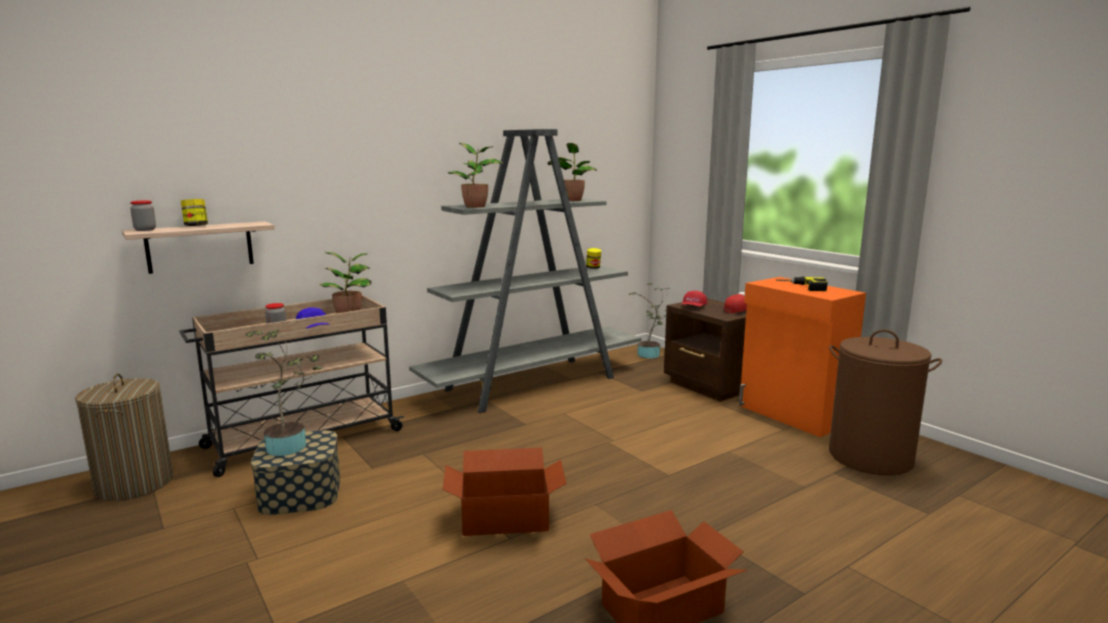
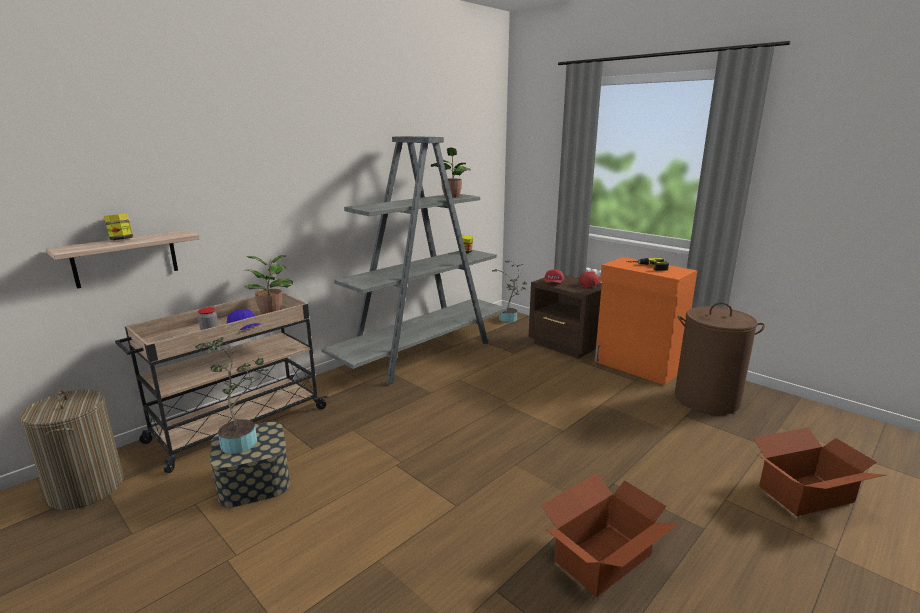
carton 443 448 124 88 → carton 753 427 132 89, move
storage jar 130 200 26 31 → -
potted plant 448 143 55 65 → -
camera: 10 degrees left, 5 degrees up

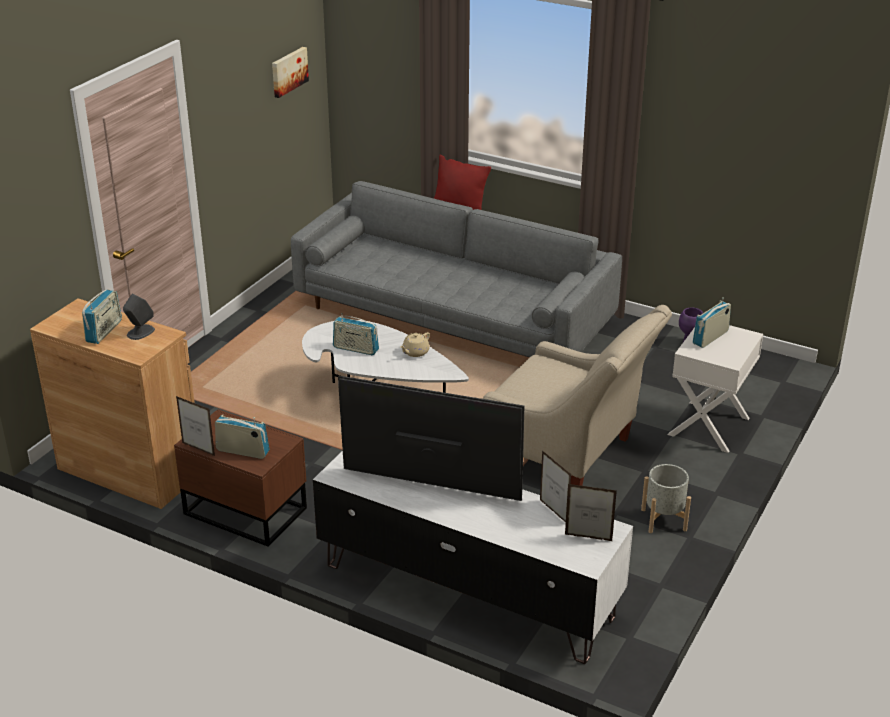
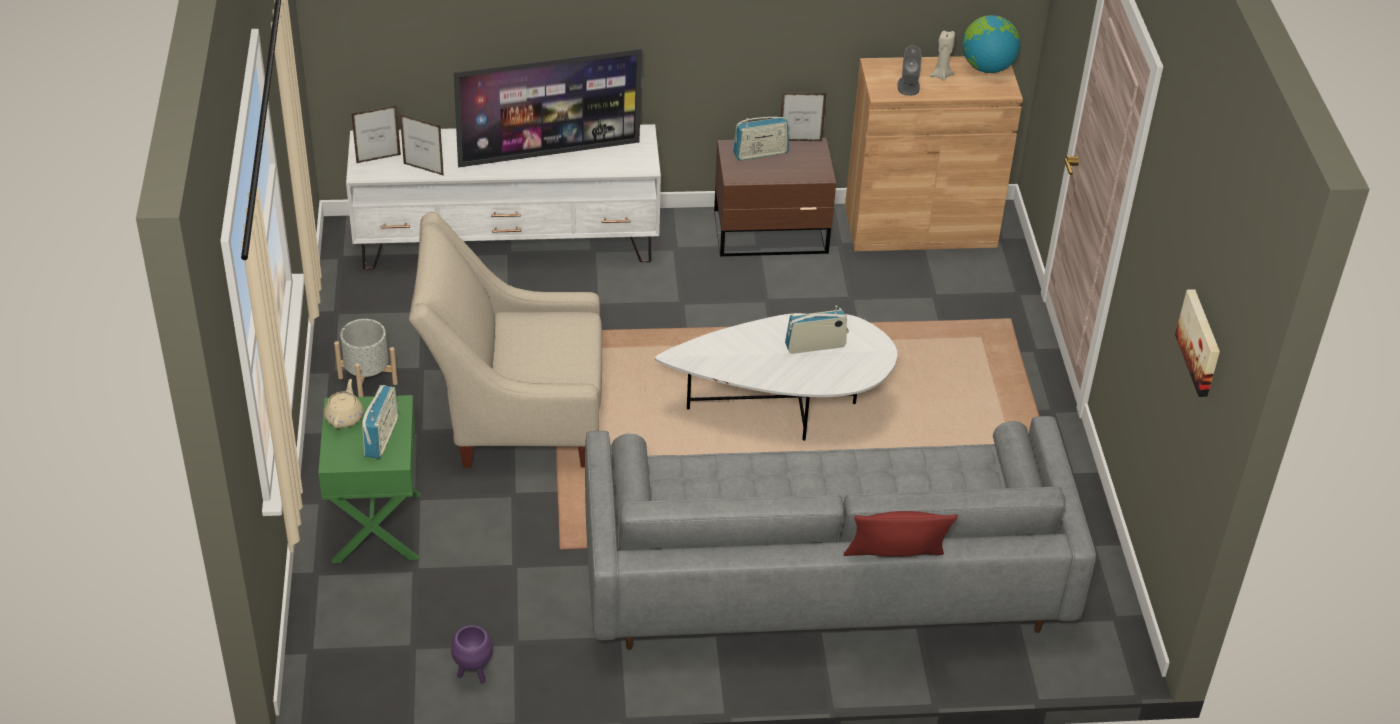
white-coloured night table 668 325 95 128 → green-coloured night table 318 395 103 168
sand-coloured pot for tea 400 332 30 25 → sand-coloured pot for tea 324 379 39 50, move
radio set 82 289 40 55 → sand-coloured candle 930 31 25 50
- → globe 963 15 57 58
camera: 145 degrees right, 10 degrees up

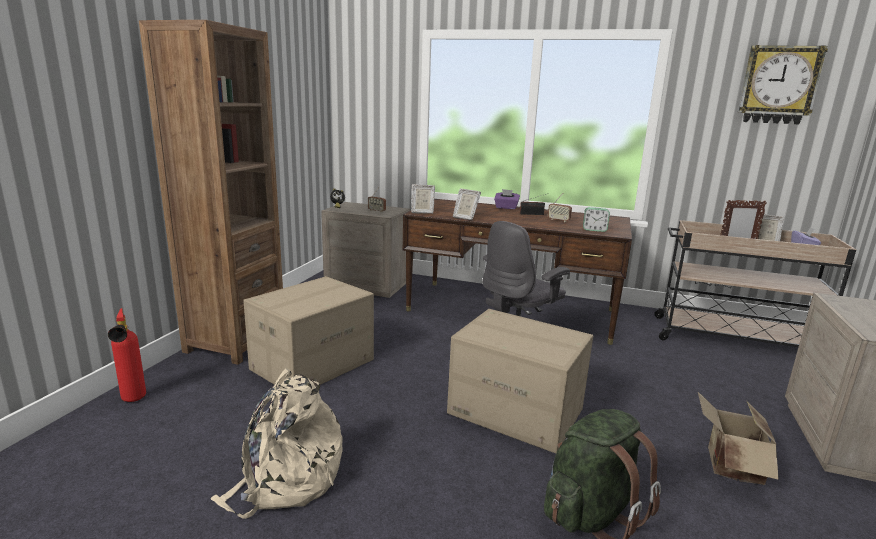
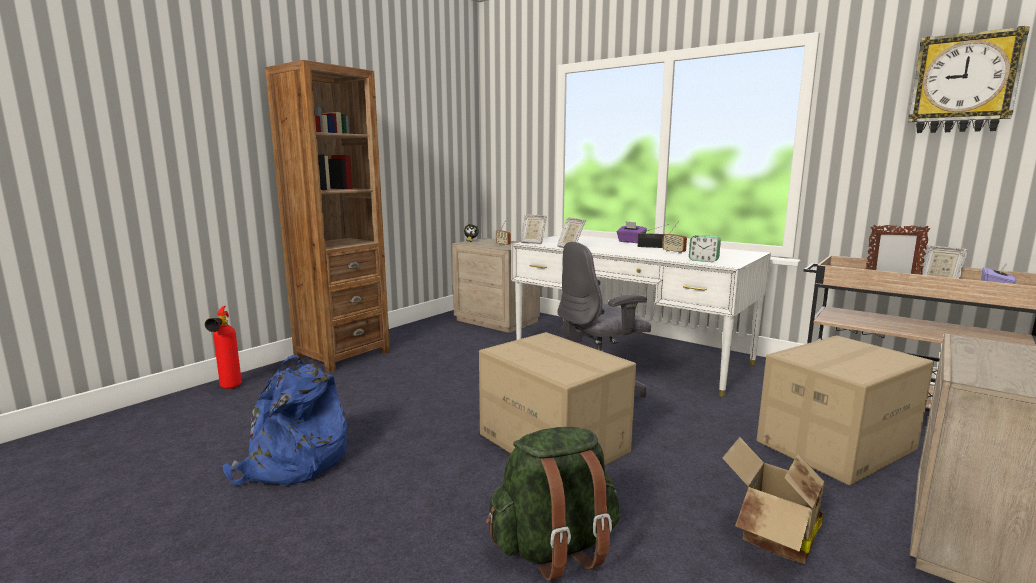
sand-coloured rucksack 210 368 133 151 → blue-coloured rucksack 222 354 125 132
brown desk table 403 199 229 146 → white-coloured desk table 511 235 260 162
carton 243 276 131 109 → carton 757 336 177 149, move
camera: 20 degrees right, 5 degrees down

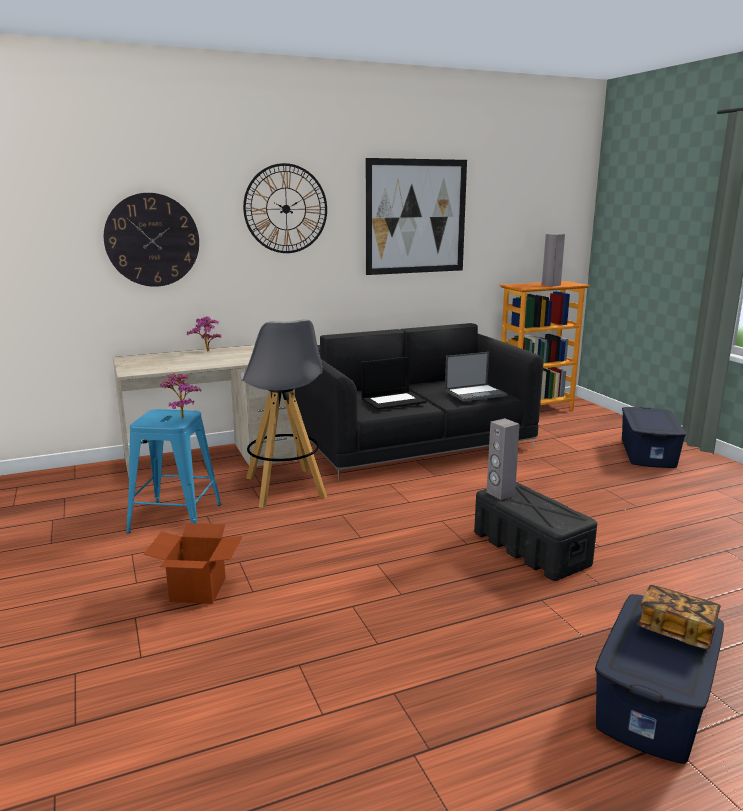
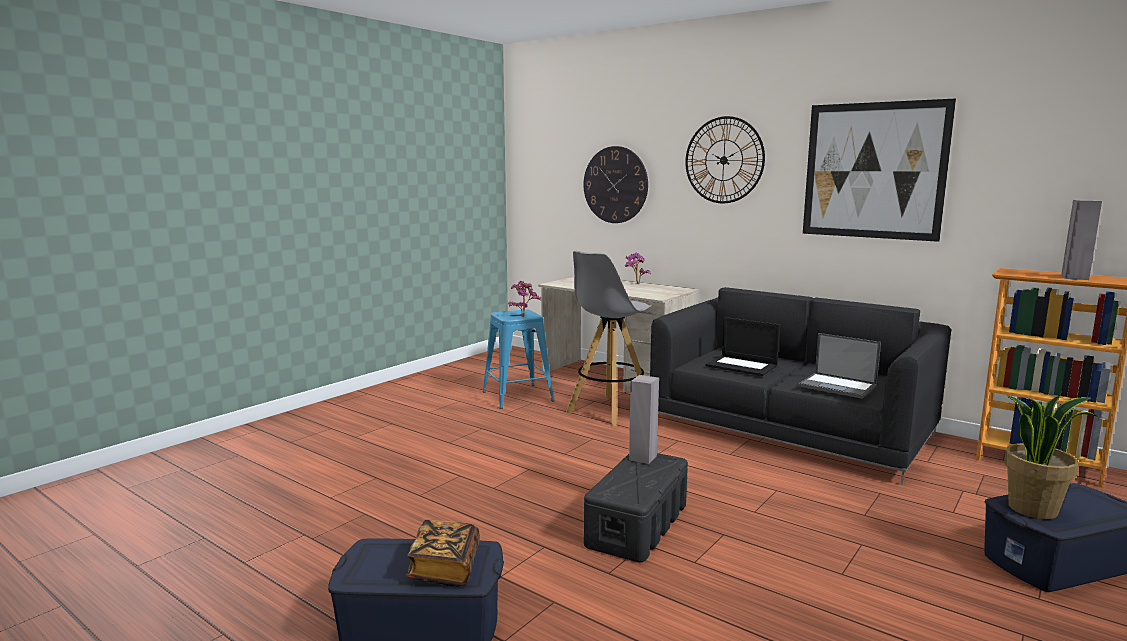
- → potted plant 1004 395 95 124
carton 143 523 100 81 → -
camera: 60 degrees right, 5 degrees down

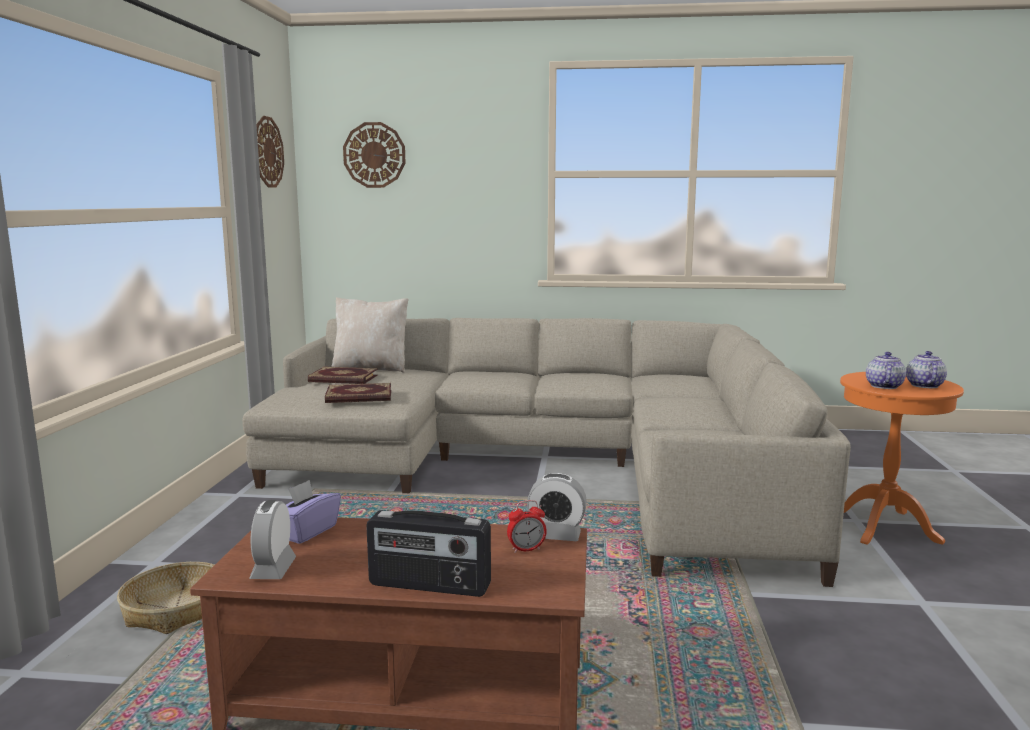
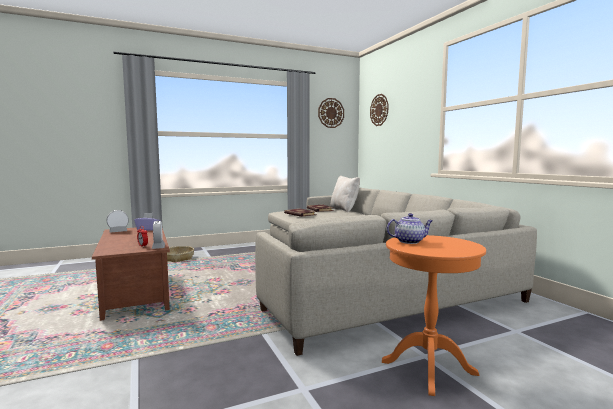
radio set 366 510 125 87 → -
pot for tea 906 351 41 37 → -
camera: 60 degrees right, 5 degrees down

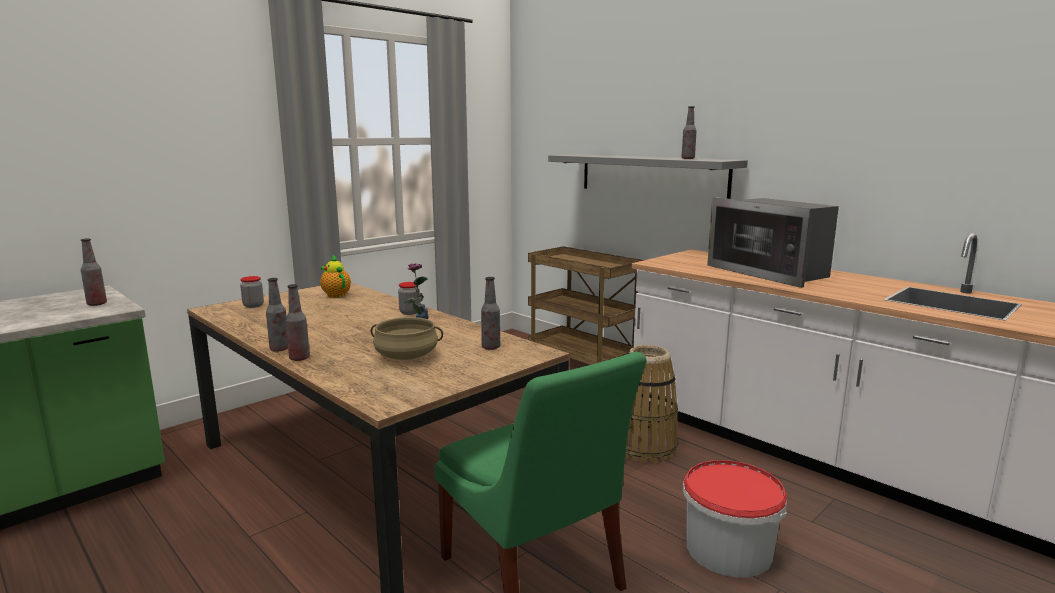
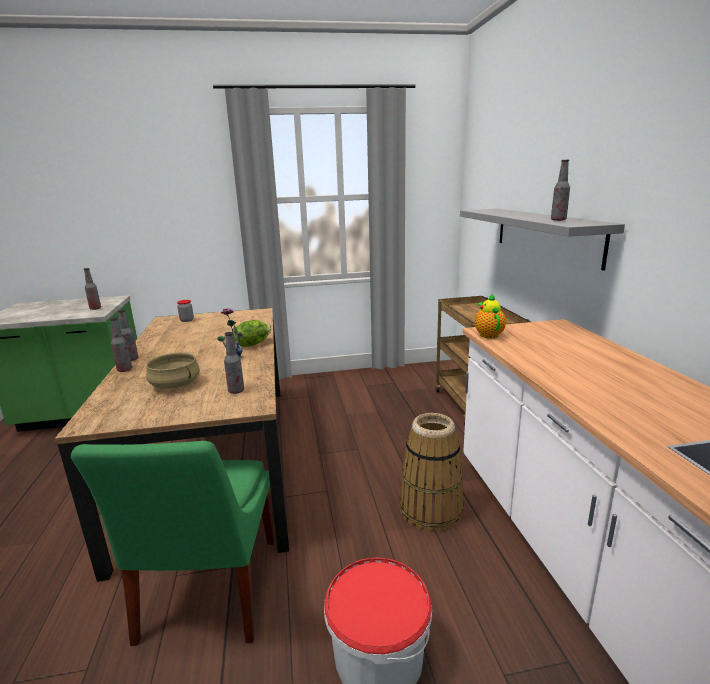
storage jar 398 282 22 33 → lettuce 233 320 38 27
pot for tea 320 255 31 43 → pot for tea 474 294 32 45, move
kitchen microwave 707 197 132 91 → -
camera: 35 degrees right, 5 degrees up

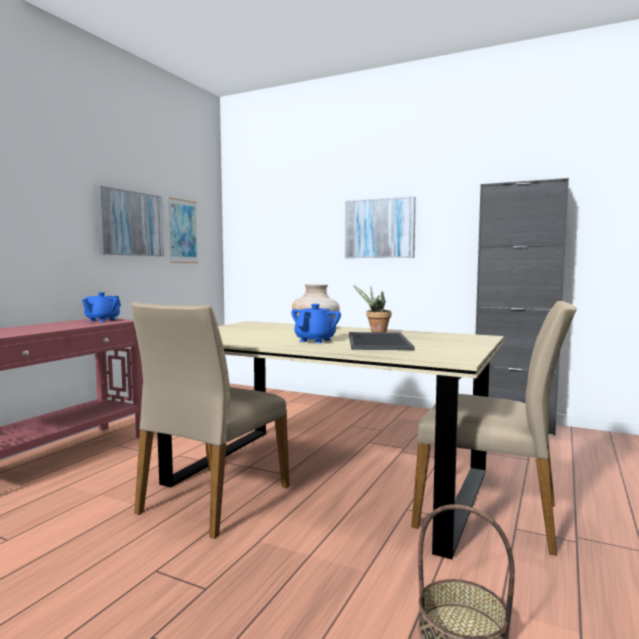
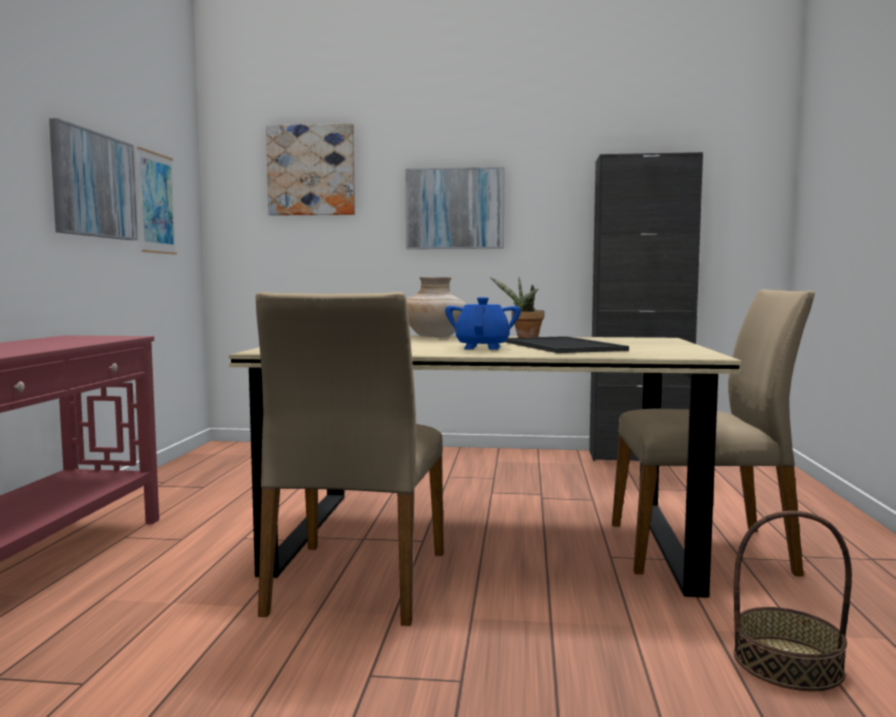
- → wall picture 266 123 89 93
blue-coloured pot for tea 82 292 39 30 → -
camera: 20 degrees left, 0 degrees up

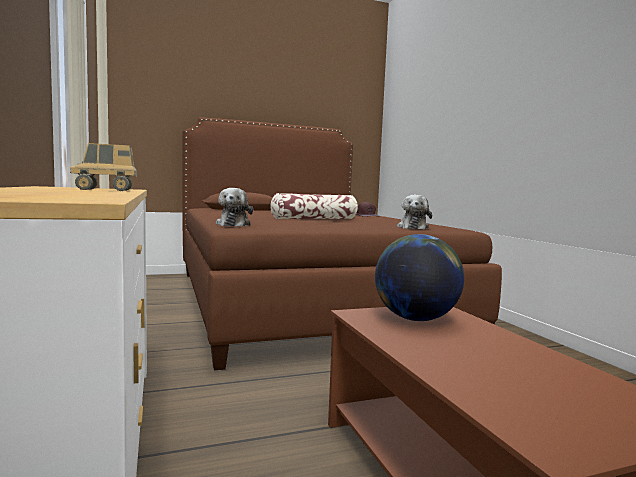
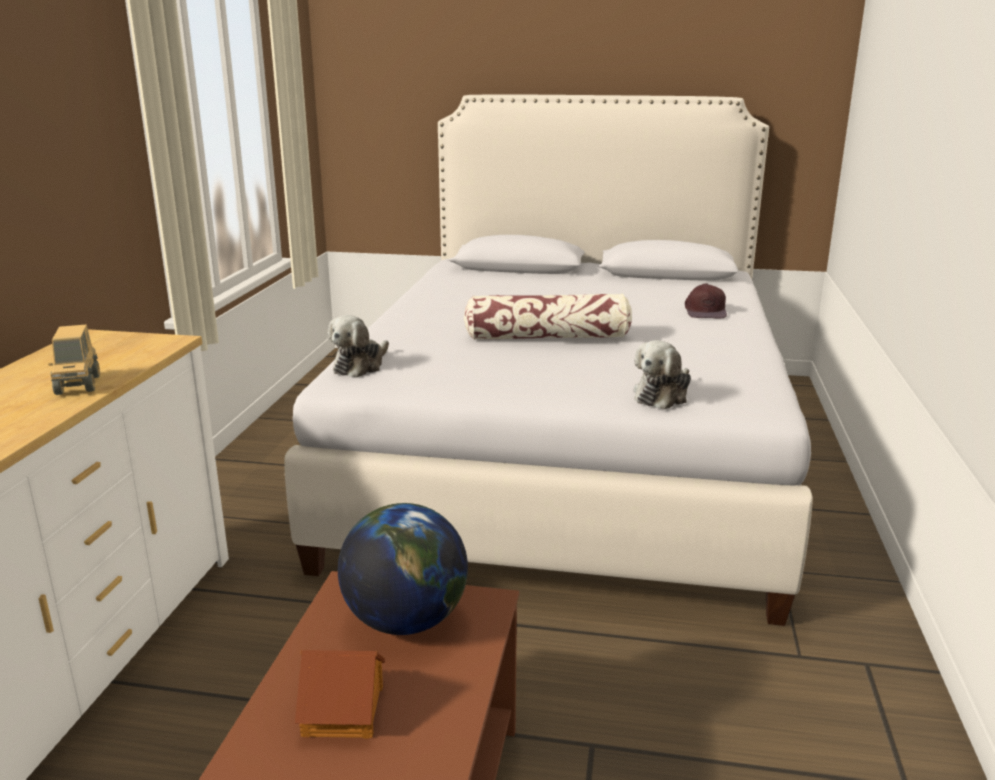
toy lorry 70 143 67 48 → toy lorry 48 324 52 71, 120 degrees counterclockwise
brown bedroom bed 182 118 320 252 → white-coloured bedroom bed 284 94 529 532
- → model house 295 650 90 89
camera: 30 degrees right, 15 degrees up

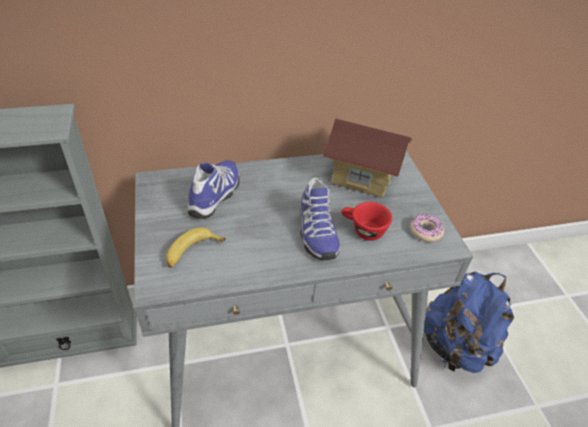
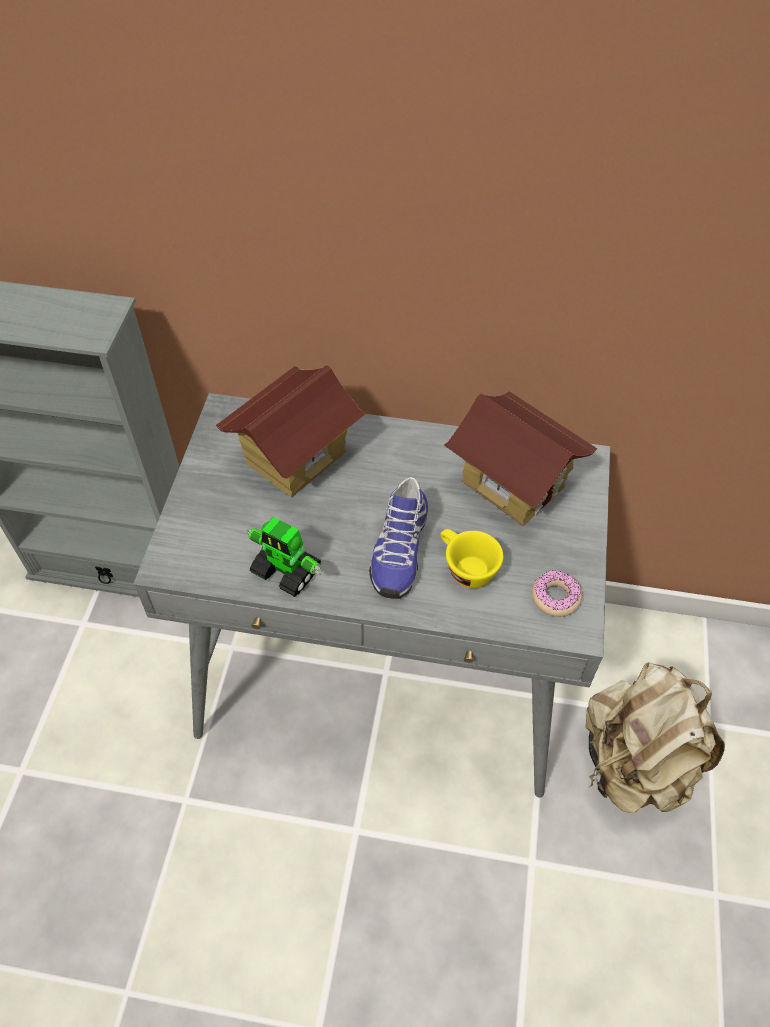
item of footwear 188 160 51 59 → model house 216 365 150 132
- → robot figure 246 517 76 80
red-coloured small cup 341 202 51 39 → yellow-coloured small cup 440 529 63 59
blue-coloured rucksack 424 272 90 101 → sand-coloured rucksack 585 662 140 151
whole banana 166 228 60 40 → -
camera: 25 degrees right, 10 degrees up

